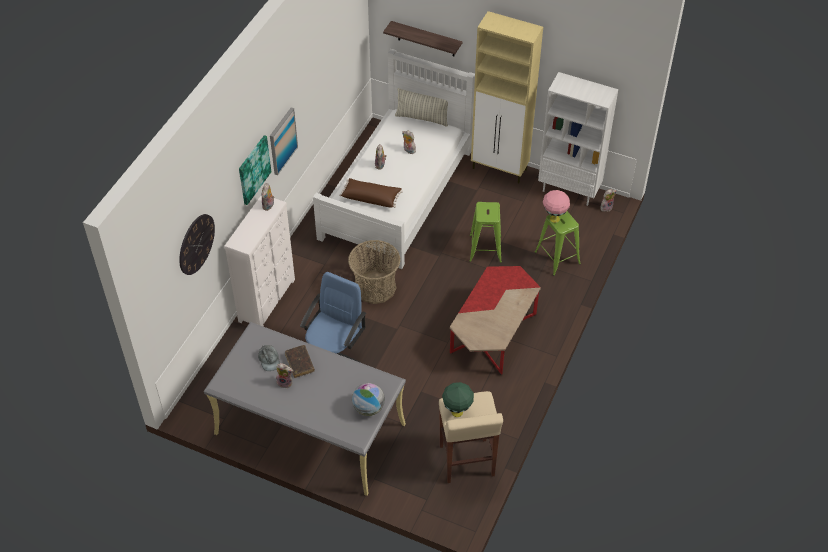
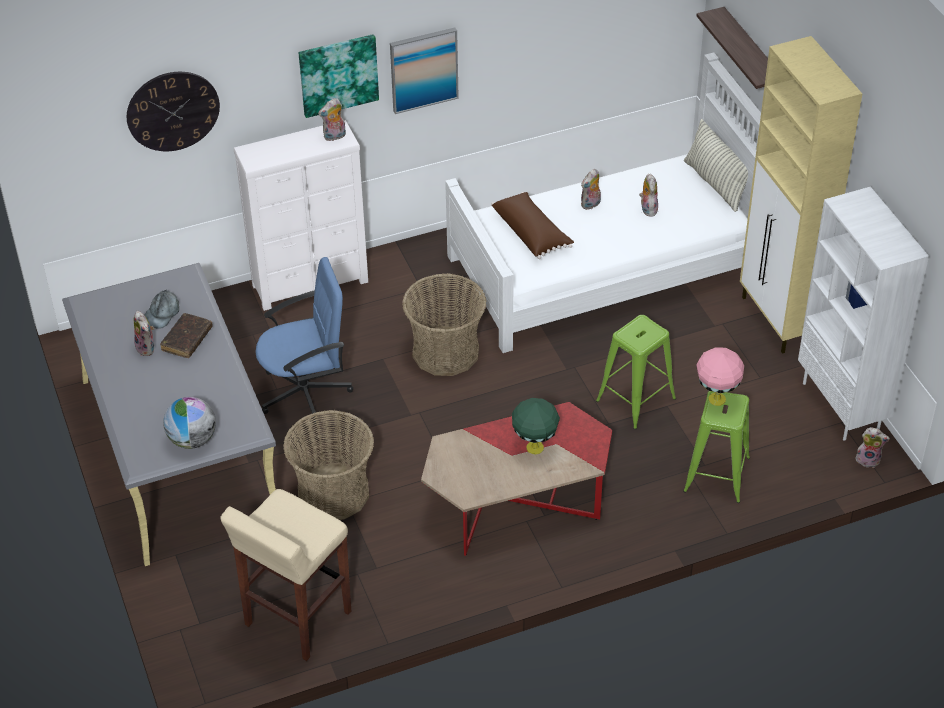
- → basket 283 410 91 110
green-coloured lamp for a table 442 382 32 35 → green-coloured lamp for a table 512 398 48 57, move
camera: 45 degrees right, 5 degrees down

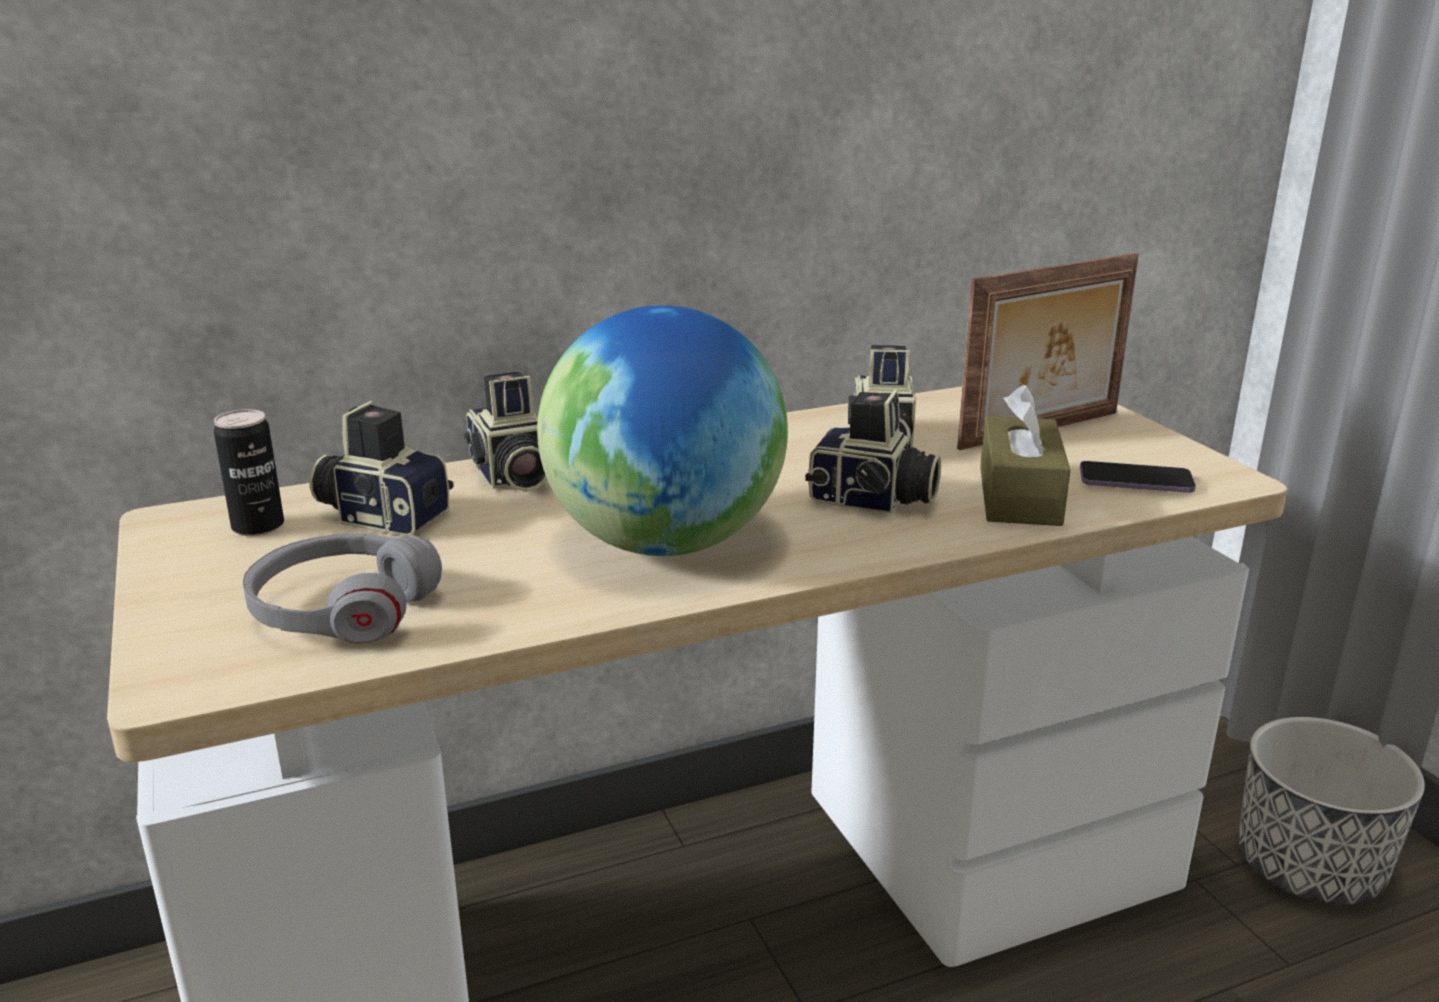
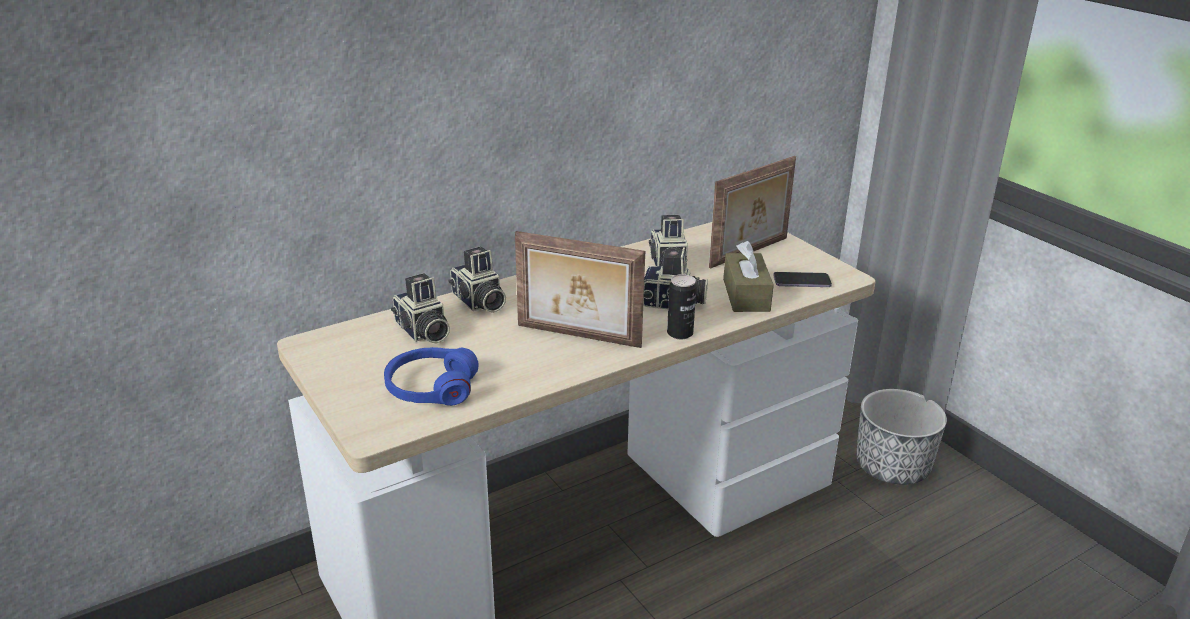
greyish headphones 243 533 199 110 → blue-coloured headphones 384 347 95 59
photo camera 310 401 143 135 → photo camera 391 273 59 71, 135 degrees counterclockwise
globe 537 305 251 251 → photo frame 515 231 130 117
metal can 214 409 70 127 → metal can 667 274 30 65, move
camera: 10 degrees left, 5 degrees up

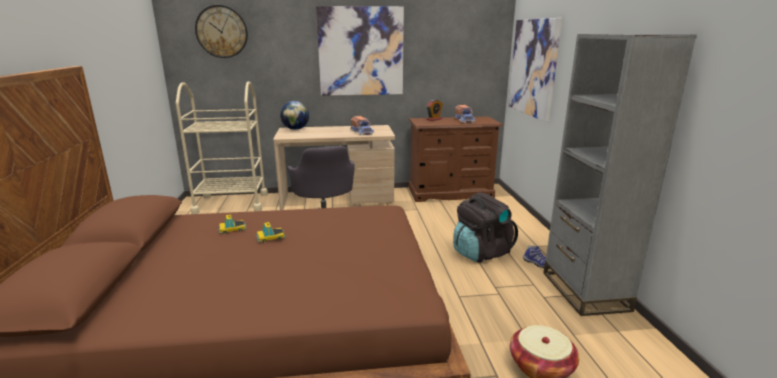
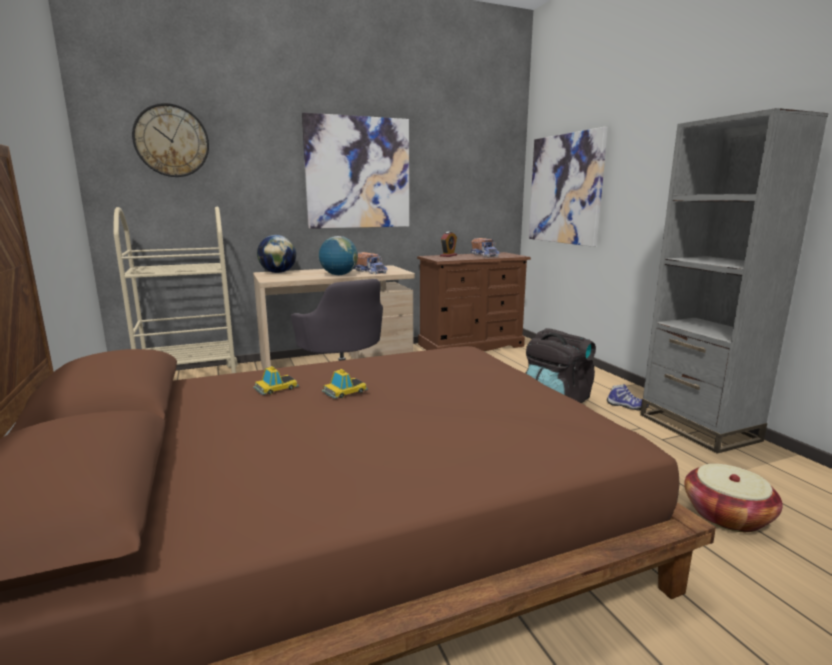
- → globe 319 236 39 39
camera: 15 degrees left, 5 degrees down

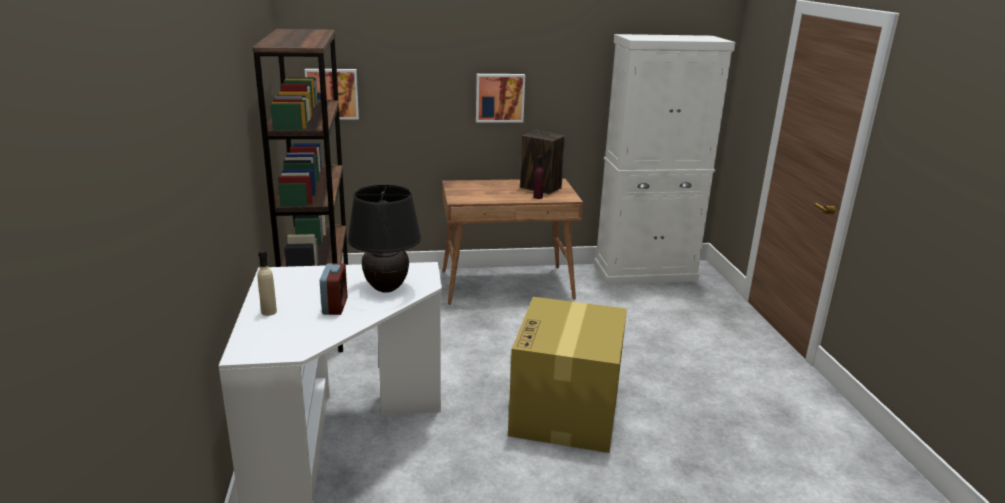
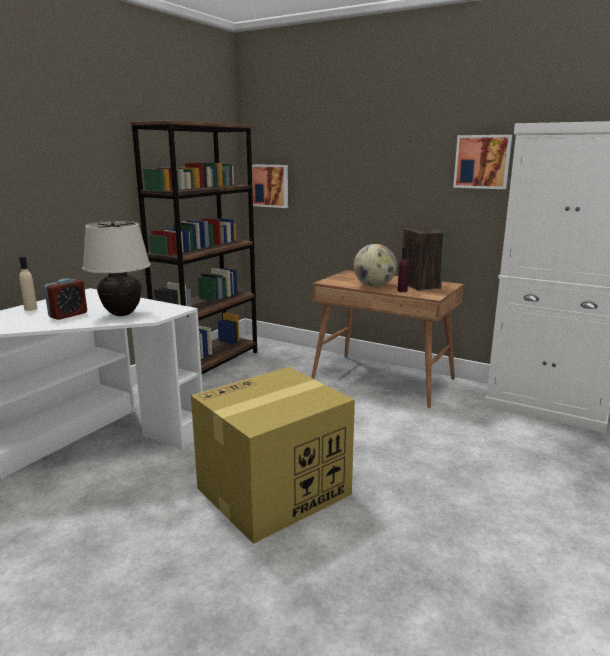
black-coloured lamp for a table 347 185 74 108 → sand-coloured lamp for a table 82 221 68 95
- → globe 354 244 43 43
wall picture 476 74 49 49 → wall picture 453 135 59 54, move
camera: 40 degrees right, 5 degrees down

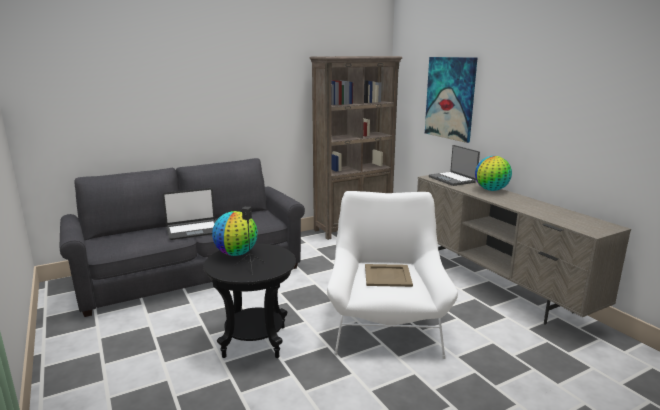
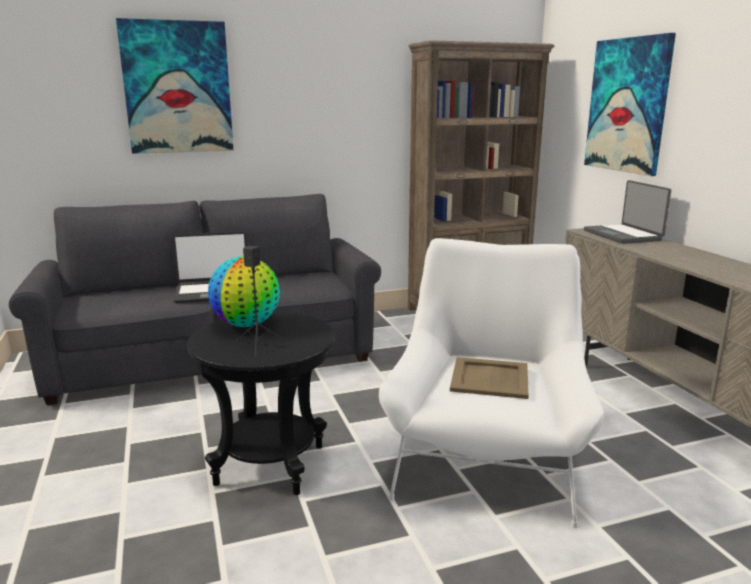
- → wall picture 116 18 118 136
globe 475 156 37 35 → -
camera: 10 degrees right, 0 degrees up

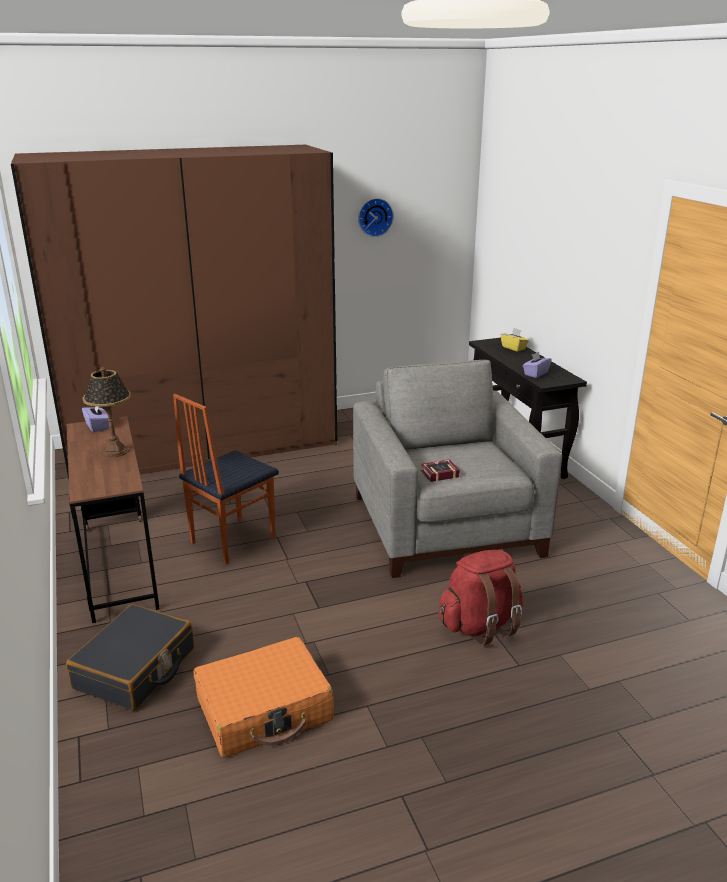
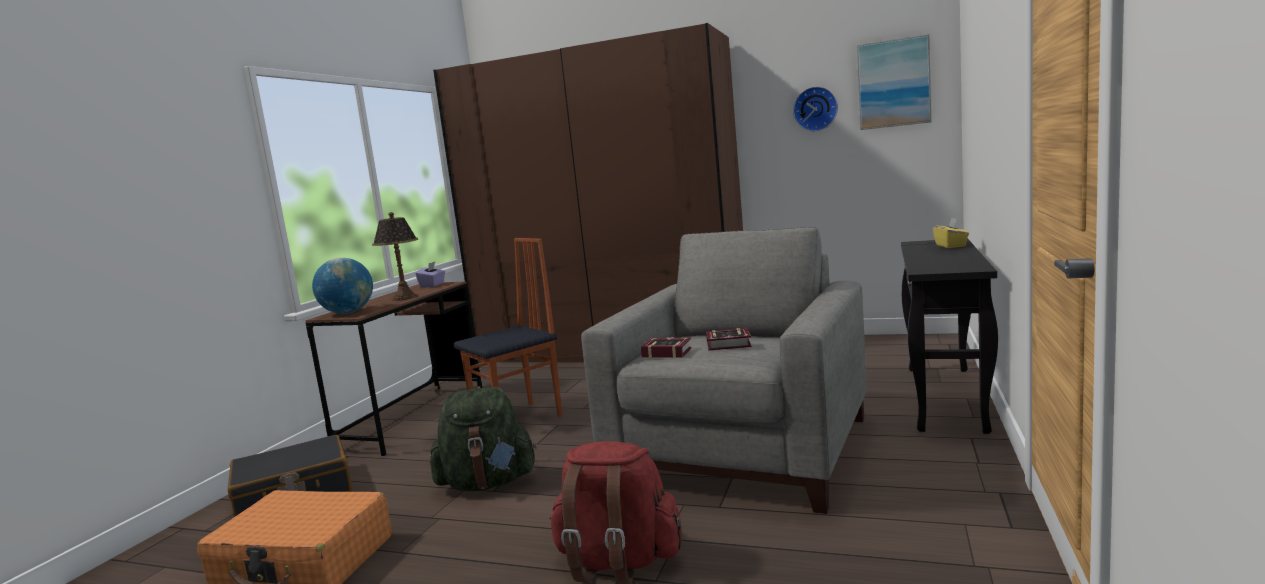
- → globe 312 258 61 56
- → green-coloured rucksack 430 387 107 104
plain chair 173 394 106 170 → plain chair 454 238 108 179, 150 degrees clockwise
- → bound book 706 328 46 22
- → wall picture 857 34 74 96
purplish box of tissues 523 352 28 26 → -
camera: 40 degrees right, 15 degrees down

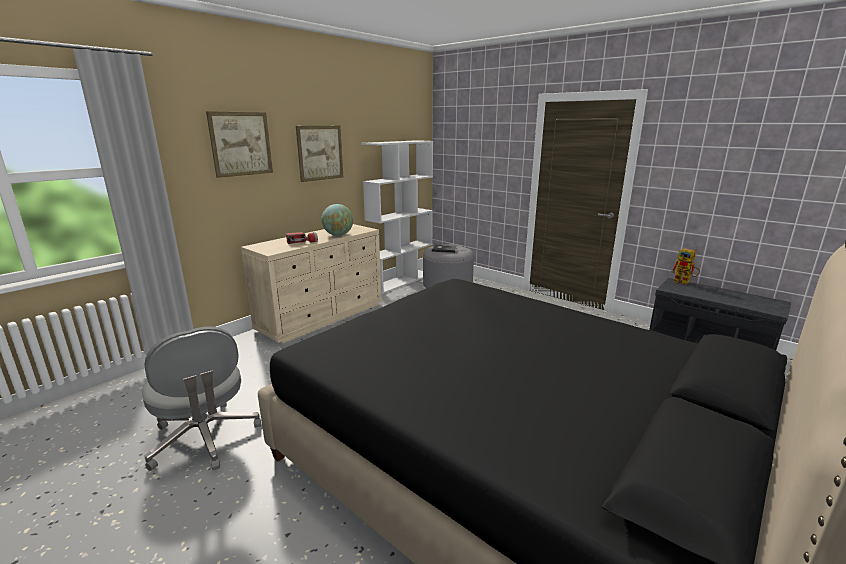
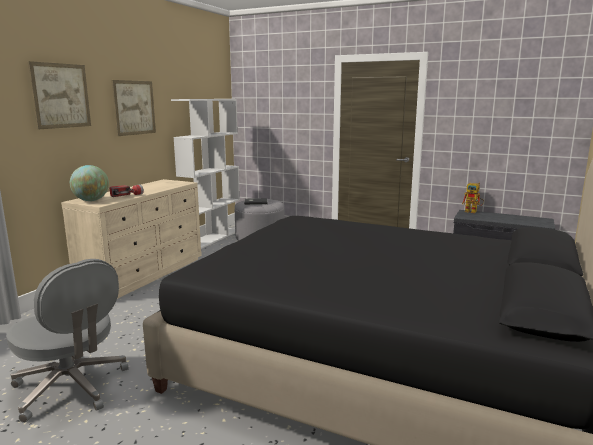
globe 321 204 32 32 → globe 70 165 39 36, move
camera: 15 degrees left, 5 degrees down

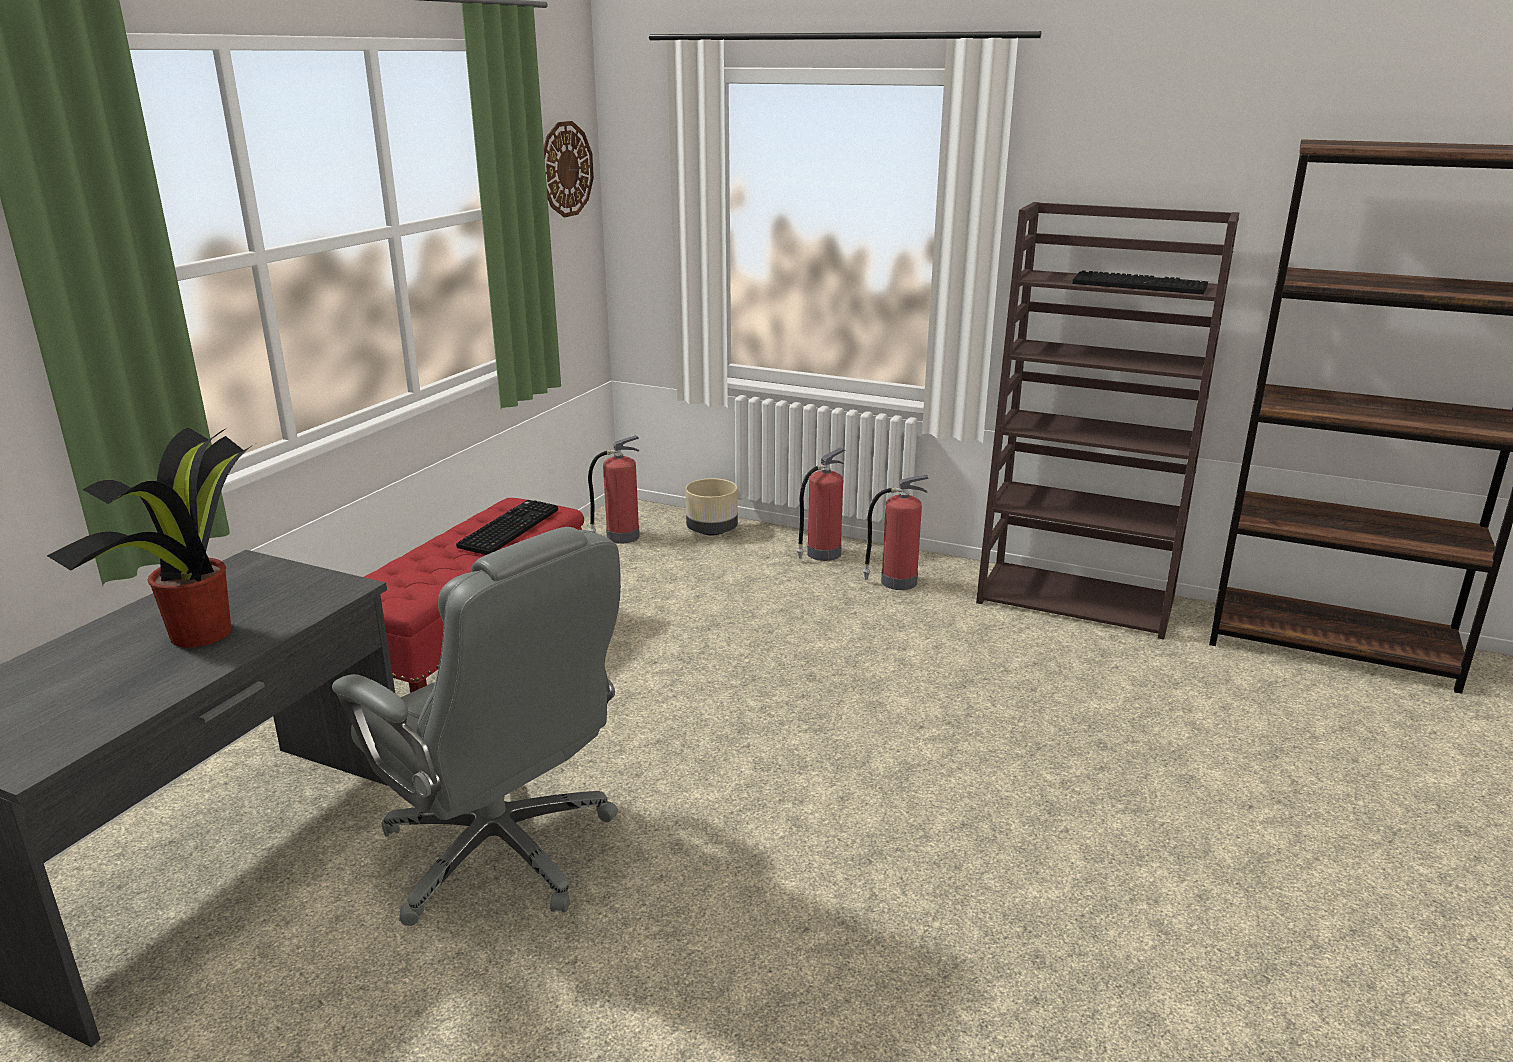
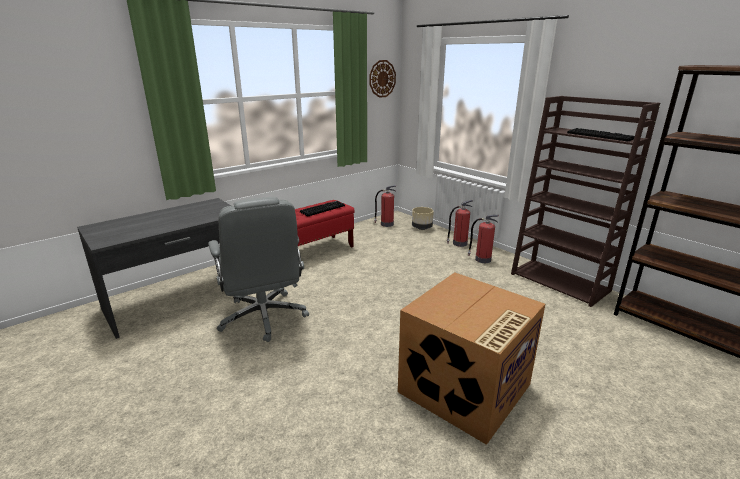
- → carton 398 272 147 173
potted plant 47 427 206 221 → -
camera: 25 degrees right, 0 degrees up

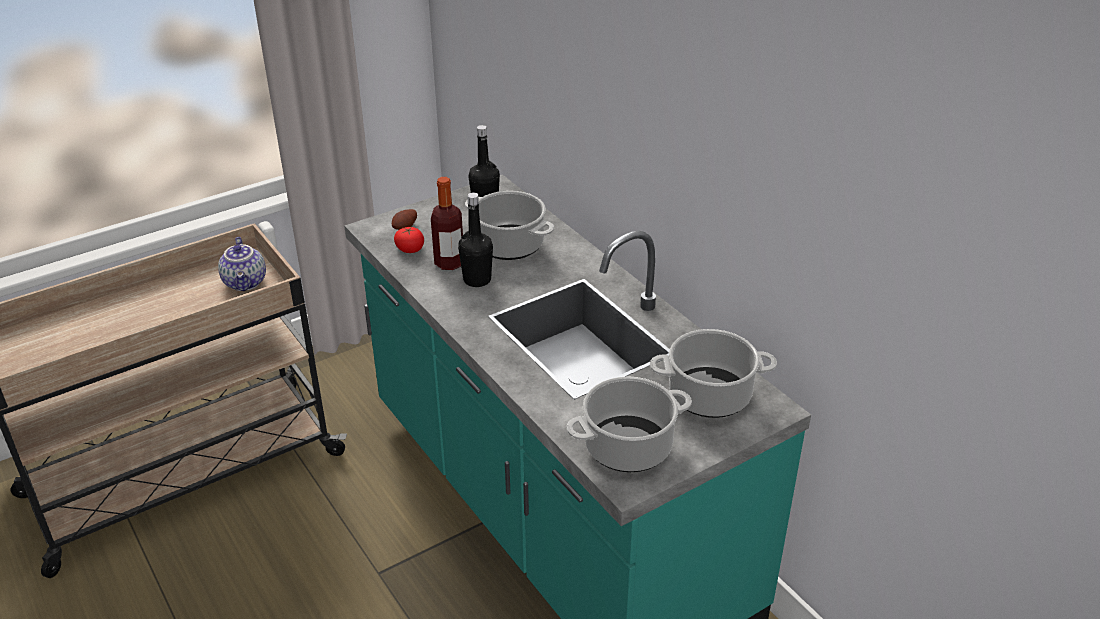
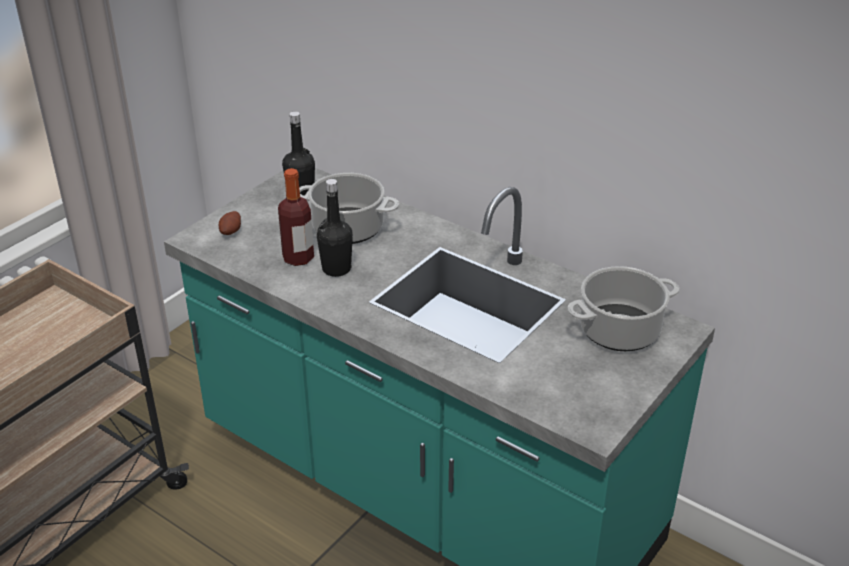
pot for tea 218 237 48 54 → -
fresh tomato 394 227 30 26 → -
saucepot 567 377 125 95 → -
camera: 20 degrees left, 0 degrees up

